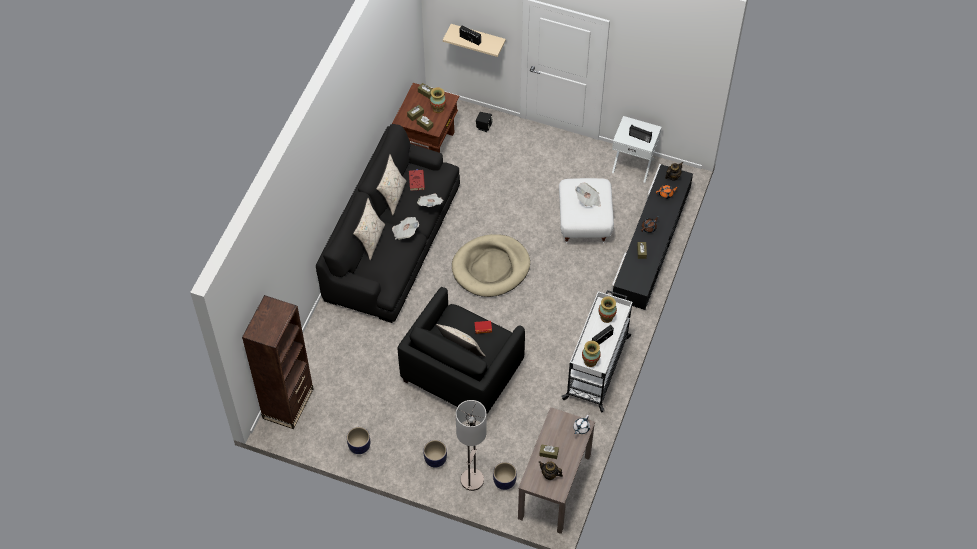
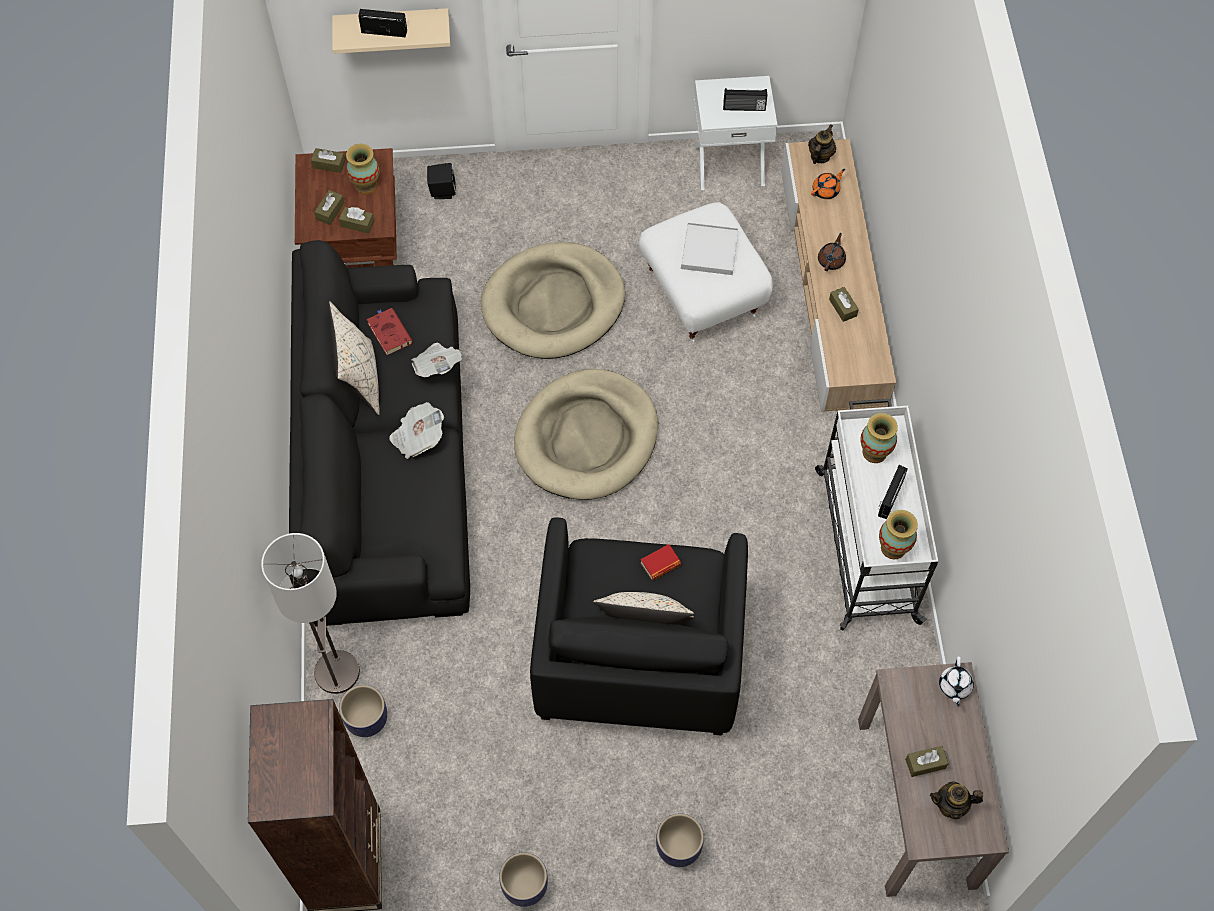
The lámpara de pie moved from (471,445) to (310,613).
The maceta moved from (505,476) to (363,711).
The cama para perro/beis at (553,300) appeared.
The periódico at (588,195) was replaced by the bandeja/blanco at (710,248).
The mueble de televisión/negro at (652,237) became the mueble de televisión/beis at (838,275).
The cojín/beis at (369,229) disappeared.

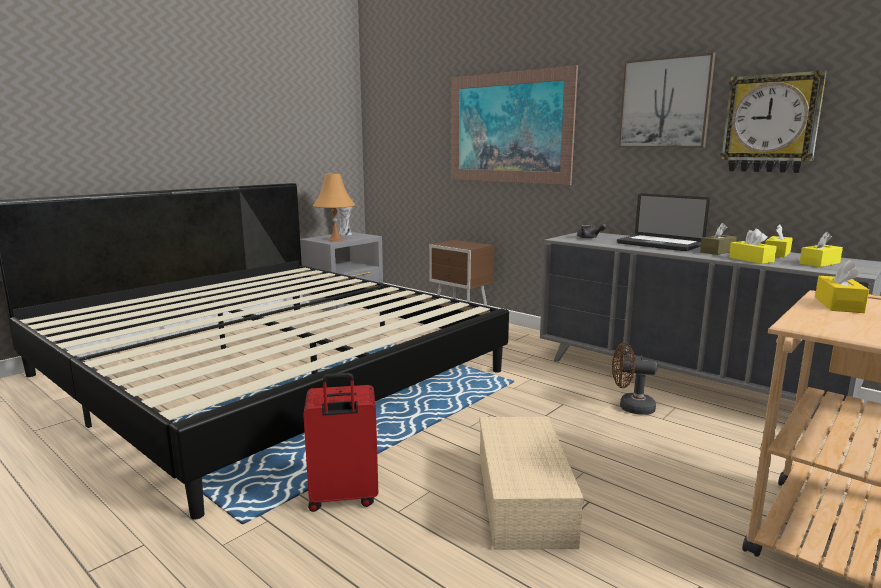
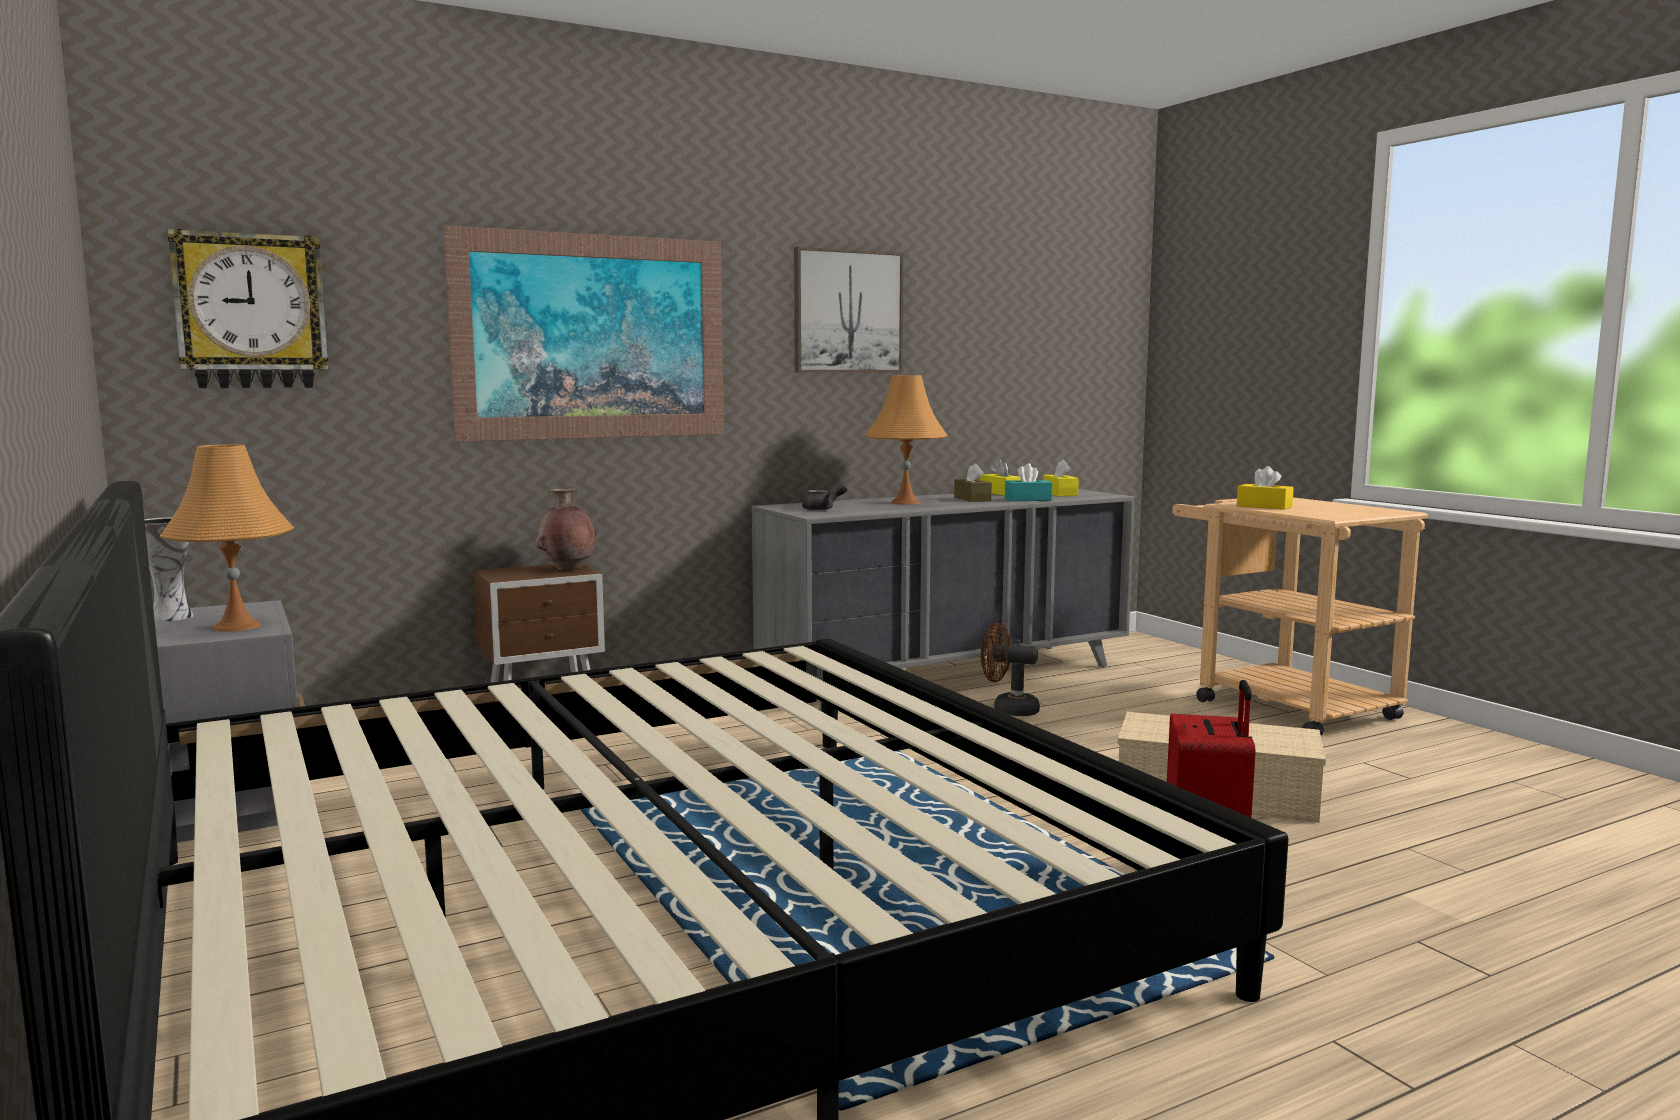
The reloj de pared moved from (773,121) to (248,308).
The florero/marrón at (566,529) appeared.
The portátil at (663,222) was replaced by the lámpara de mesa/naranja at (906,440).
The ventilador/marrón at (634,379) turned 75 degrees clockwise.
The caja de pañuelos/amarillo at (753,246) became the caja de pañuelos/turquesa at (1028,482).

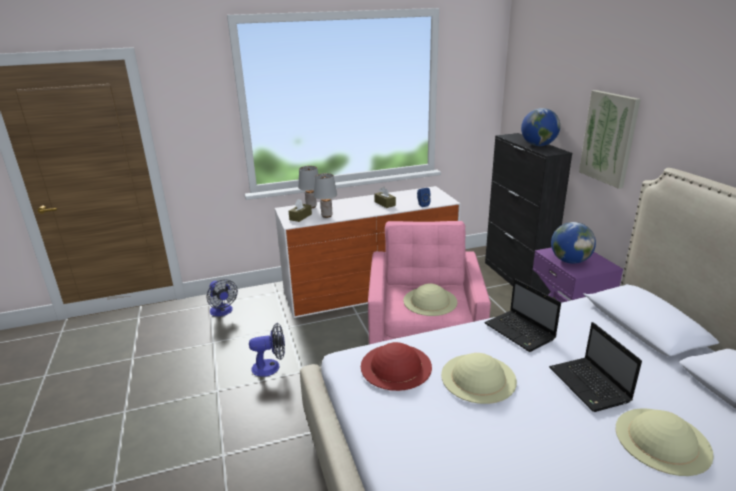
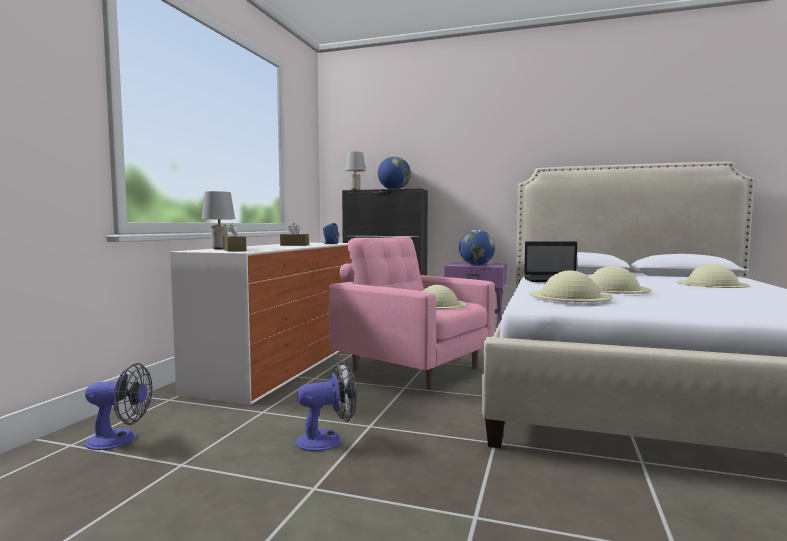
The ventilador at (267,350) turned 45 degrees clockwise.
The lámpara de mesa/gris moved from (325,195) to (355,171).
The sombrero/rojo at (396,366) became the sombrero/beis at (571,286).
The portátil at (595,367) disappeared.
The cuadro at (610,139) disappeared.

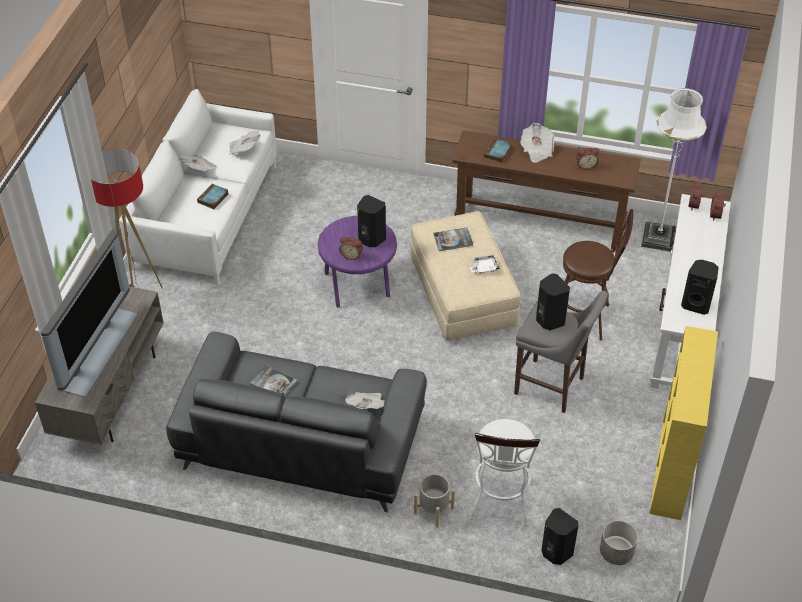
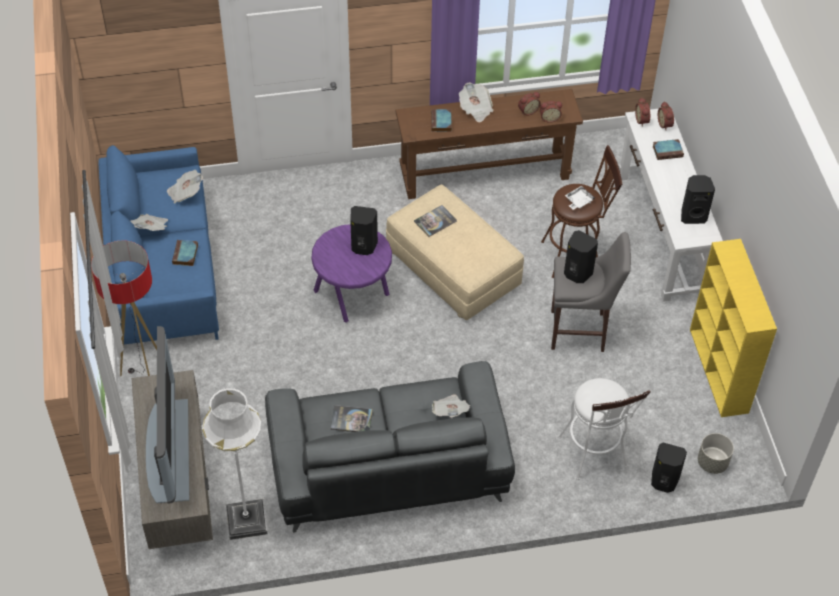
The sofá/blanco at (198,187) became the sofá/azul at (158,244).
The lámpara de pie/blanco moved from (674,170) to (235,464).
The despertador moved from (351,248) to (551,112).
The bandeja/blanco moved from (485,264) to (580,198).
The libro at (668,149) appeared.
The maceta/gris at (434,501) disappeared.

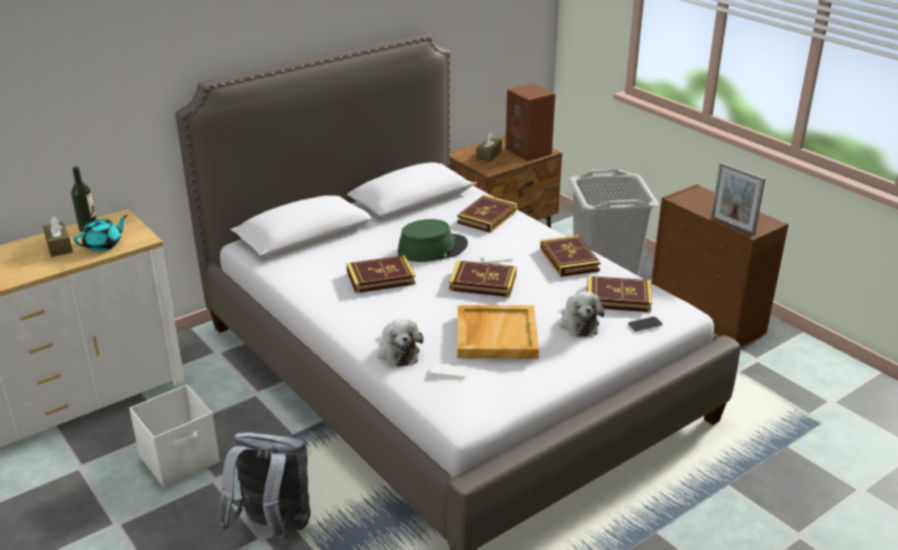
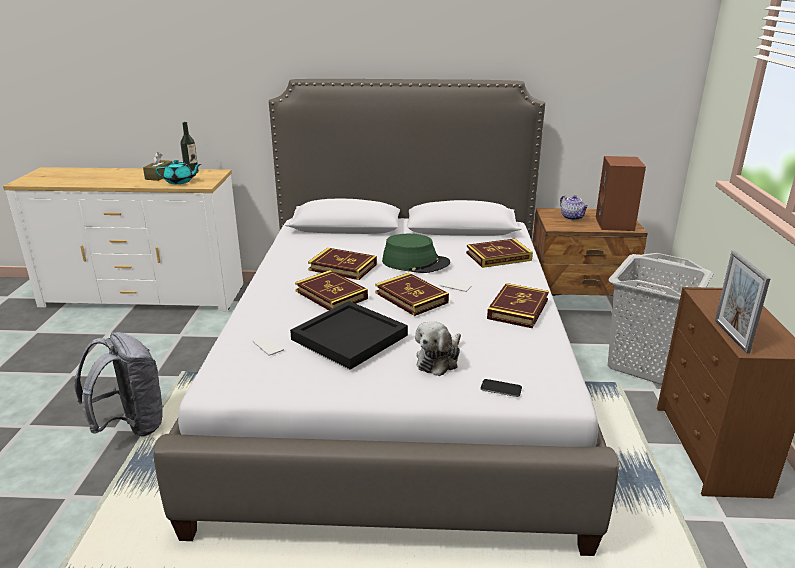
The bandeja/beis at (498,332) became the bandeja/negro at (349,335).
The libro moved from (619,294) to (331,290).
The caja de pañuelos/marrón at (489,147) was replaced by the tetera at (574,207).
The caja de almacenaje/blanco at (174,436) disappeared.
The peluche at (400,343) disappeared.

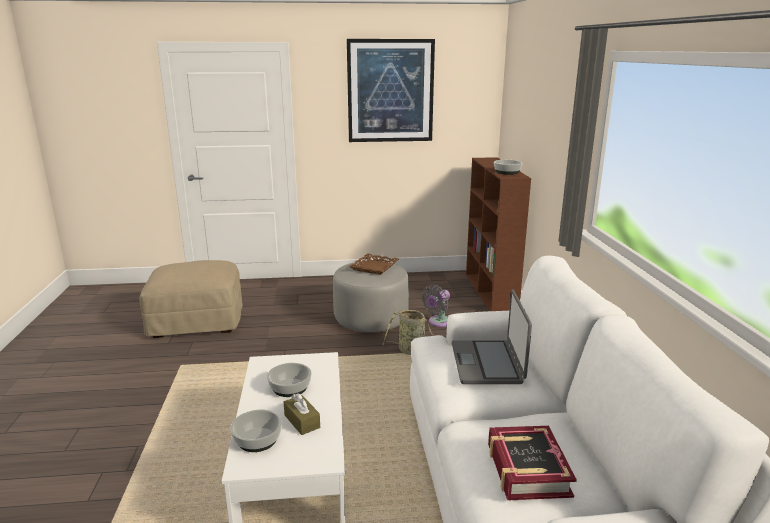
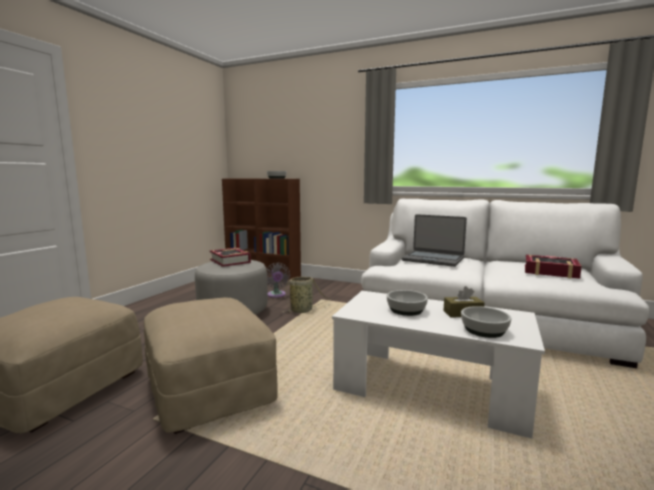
The puf/beis at (211,366) appeared.
The bandeja/marrón at (374,264) was replaced by the libro at (230,257).
The cuadro at (391,90) disappeared.

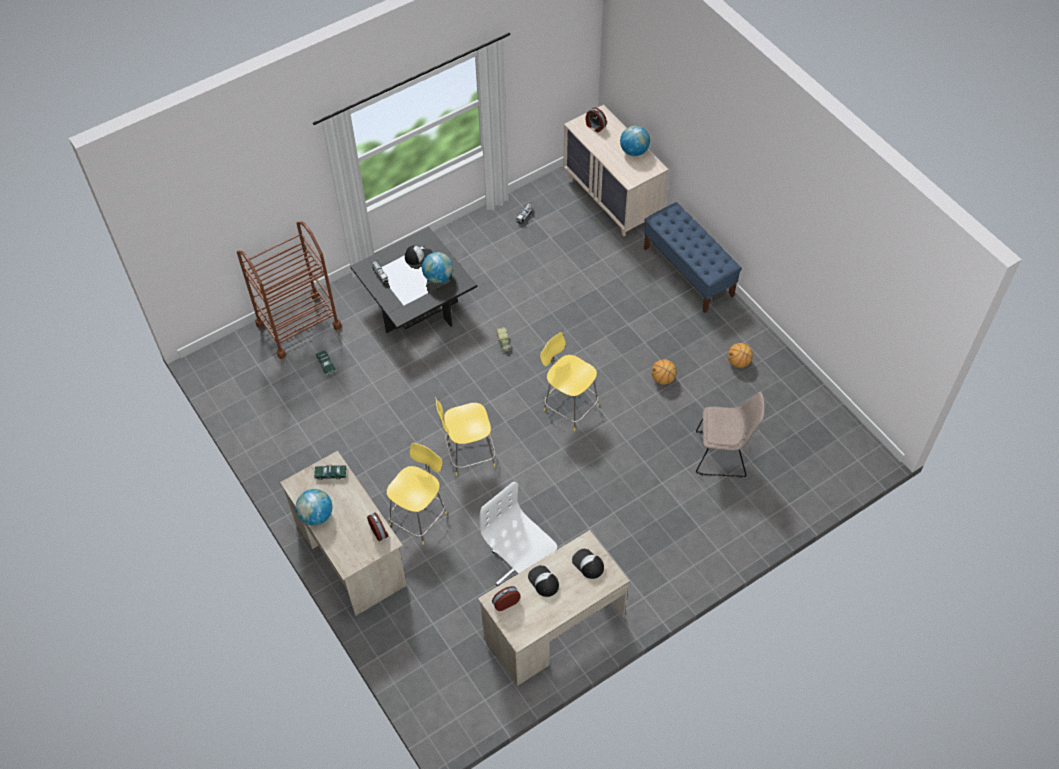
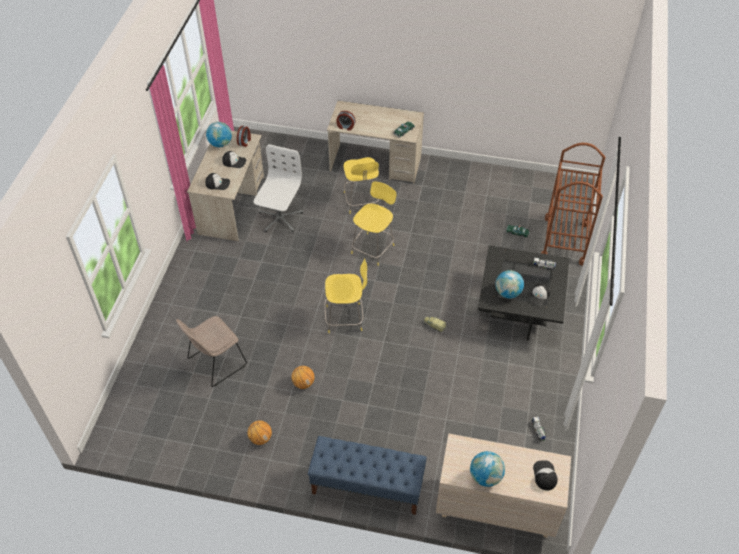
The globo terráqueo moved from (314,507) to (219,134).
The silla de oficina/blanco at (518,534) turned 75 degrees counterclockwise.
The despertador at (596,120) was replaced by the gorra at (545,475).

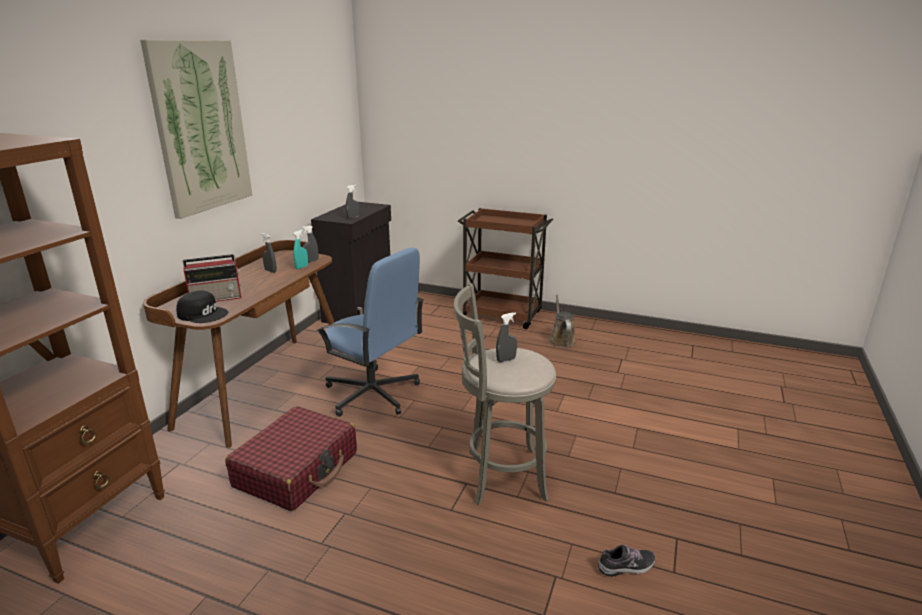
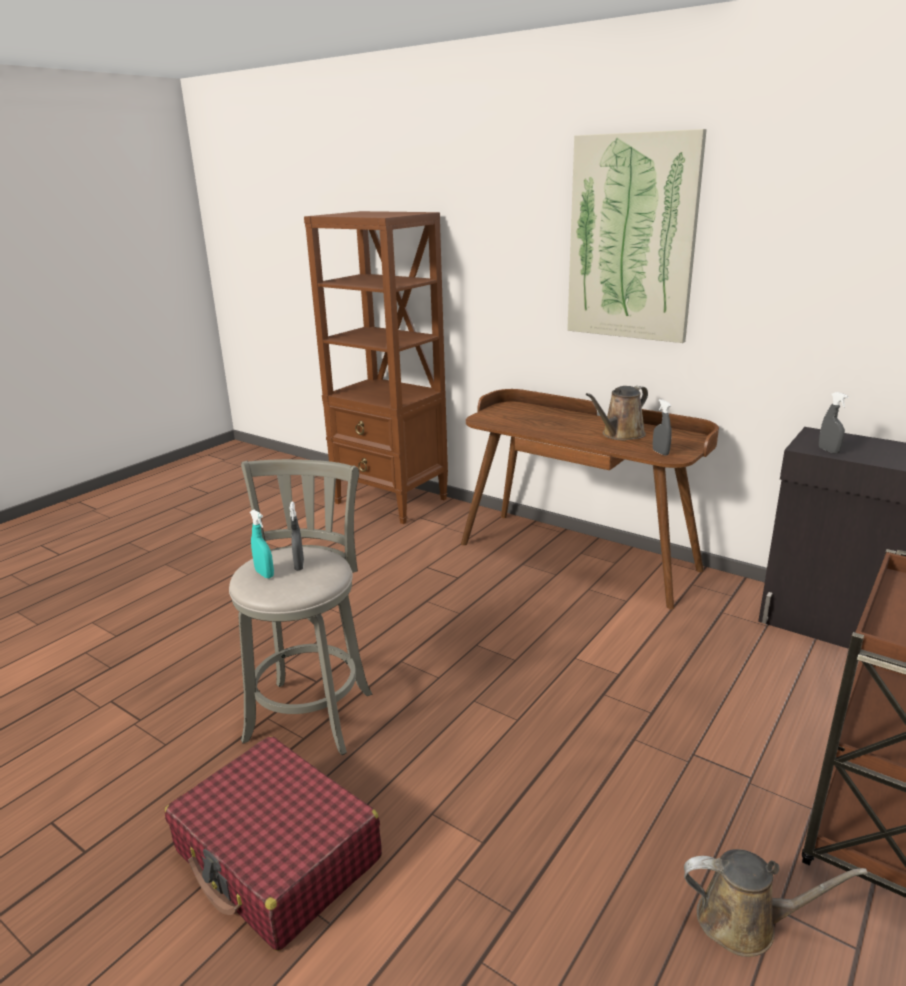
The maleta/rojo moved from (291,458) to (273,843).
The pulverizador/turquesa moved from (300,249) to (262,544).
The pulverizador/gris at (269,253) was replaced by the regadera/marrón at (617,413).
The gorra/negro at (202,306) disappeared.
The radio at (211,278) disappeared.
The silla de oficina/azul at (370,332) disappeared.
The zapato at (626,561) disappeared.

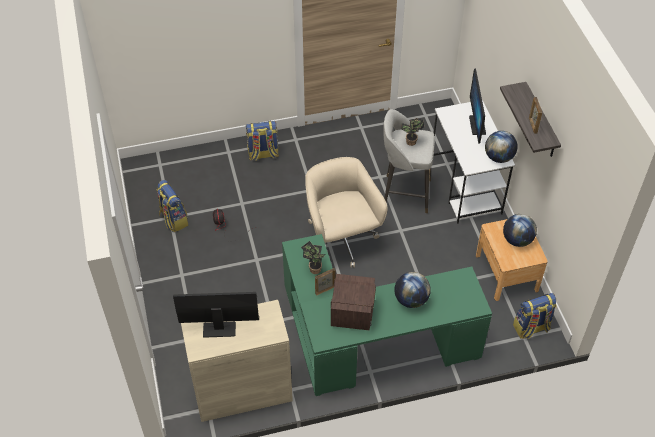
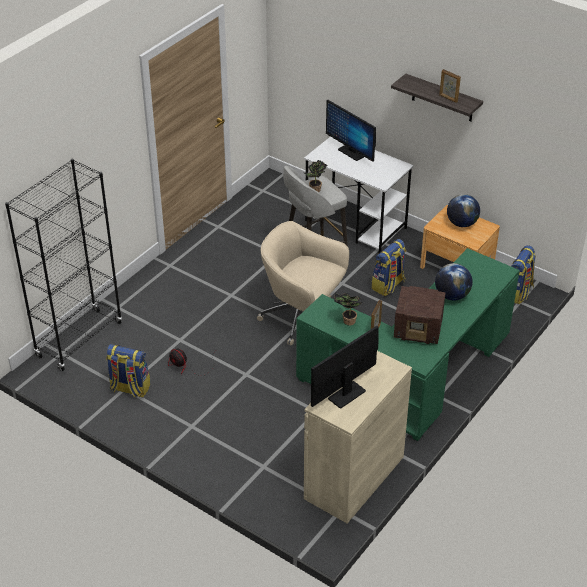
The estantería/negro at (63,265) appeared.
The mochila moved from (262,141) to (388,267).
The radio at (353,302) turned 135 degrees clockwise.
The globo terráqueo at (501,147) disappeared.

